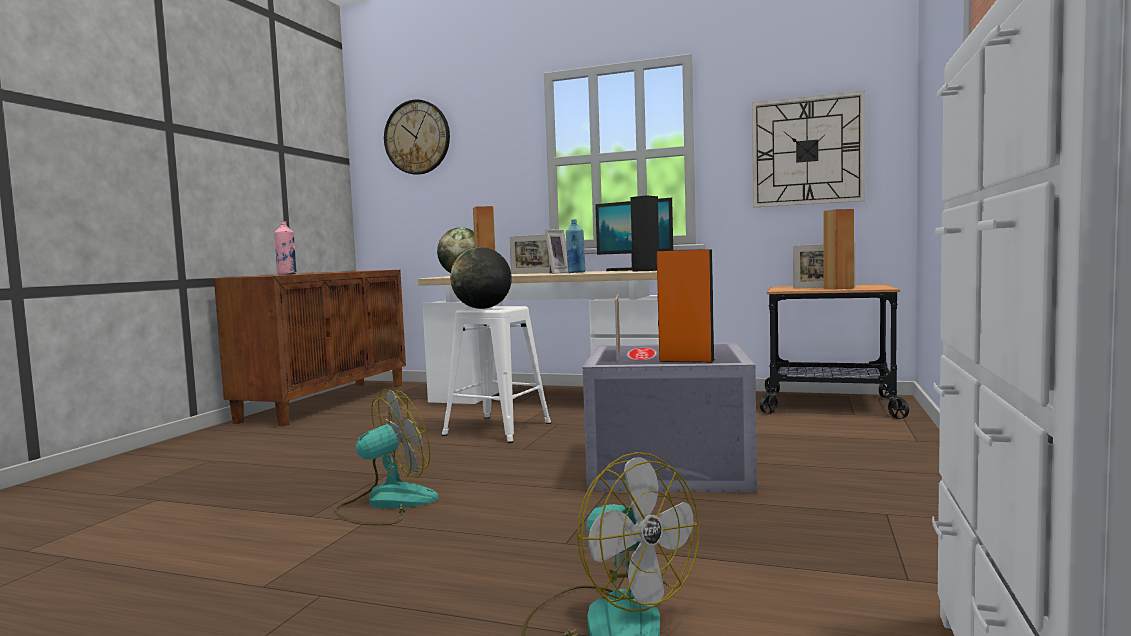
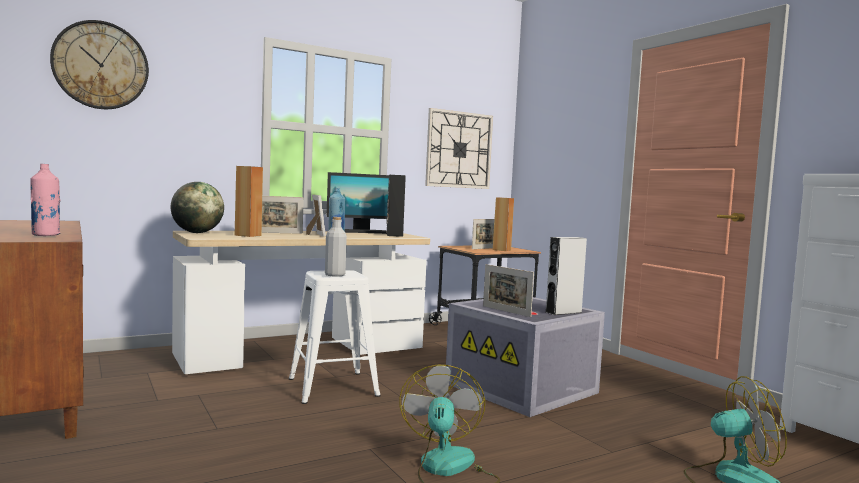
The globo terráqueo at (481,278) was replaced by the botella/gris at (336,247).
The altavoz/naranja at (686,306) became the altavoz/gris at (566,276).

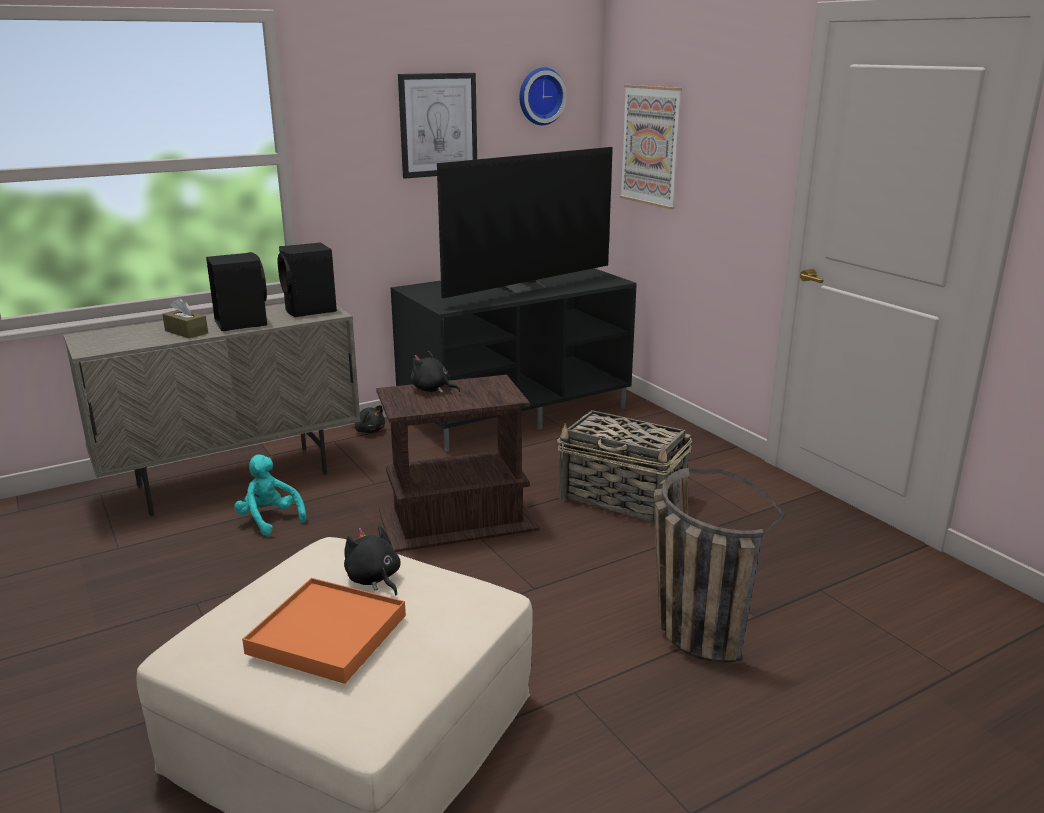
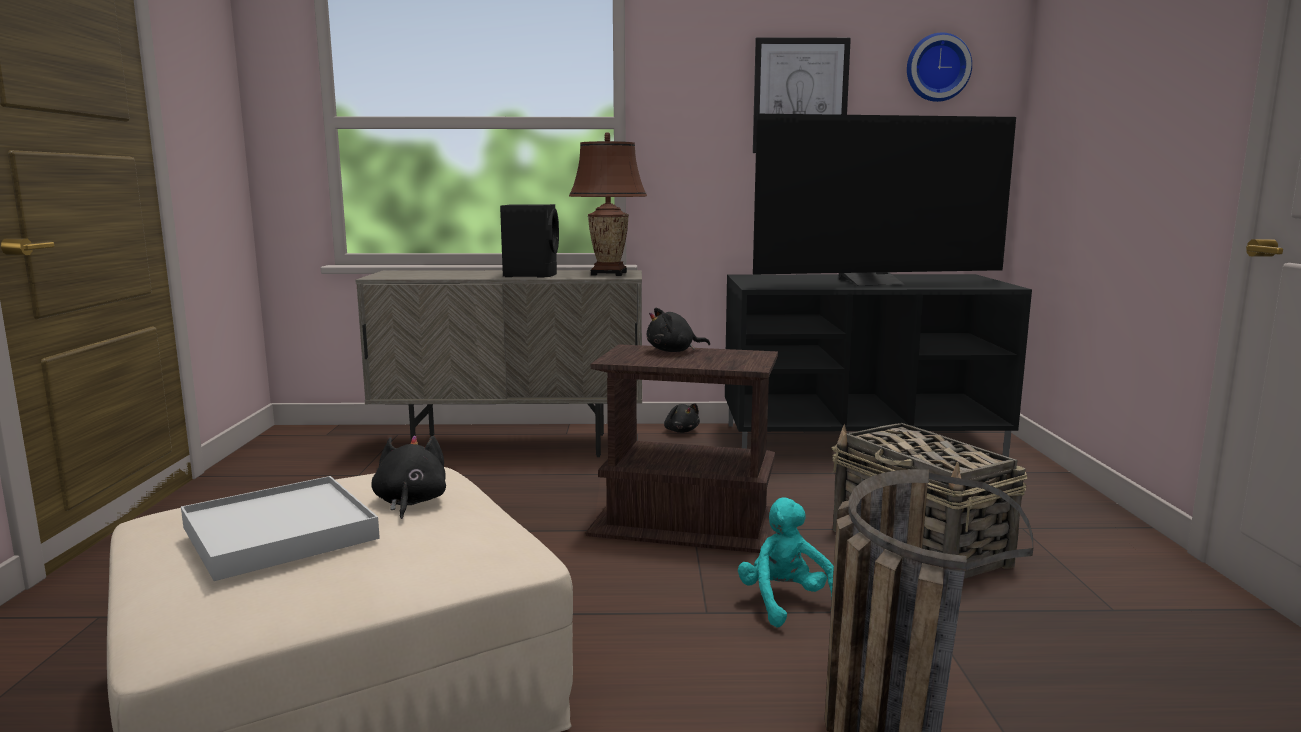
The bandeja/naranja at (324,631) became the bandeja/blanco at (280,528).
The altavoz/negro at (307,279) was replaced by the lámpara de mesa/marrón at (608,204).
The peluche/negro at (435,372) turned 75 degrees counterclockwise.
The peluche/turquesa moved from (270,495) to (786,563).
The caja de pañuelos/marrón at (185,318) disappeared.
The cuadro at (650,147) disappeared.

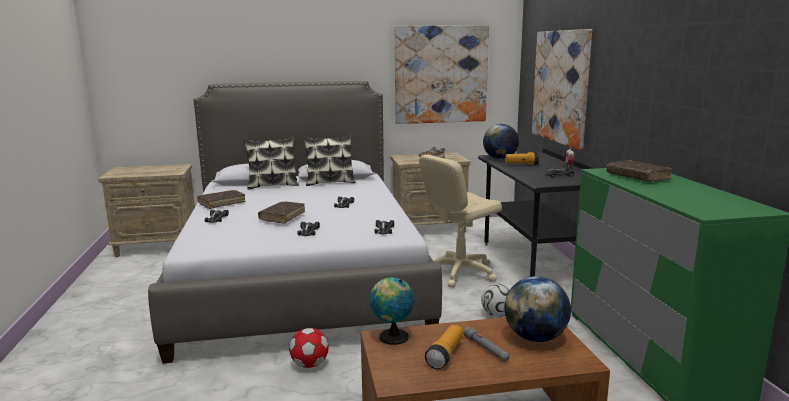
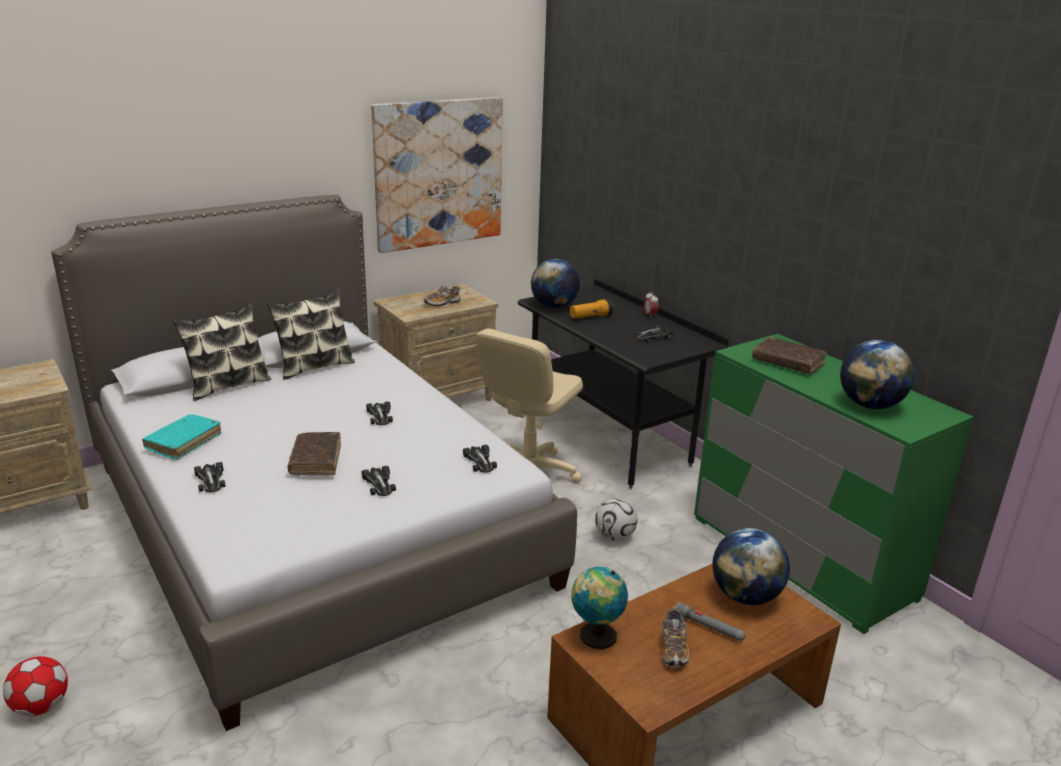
The balón de fútbol moved from (309,348) to (35,686).
The libro/marrón at (221,199) became the libro/turquesa at (181,437).
The linterna at (444,347) was replaced by the zapato at (676,637).
The globo terráqueo at (877,374) appeared.
The cuadro at (562,89) disappeared.

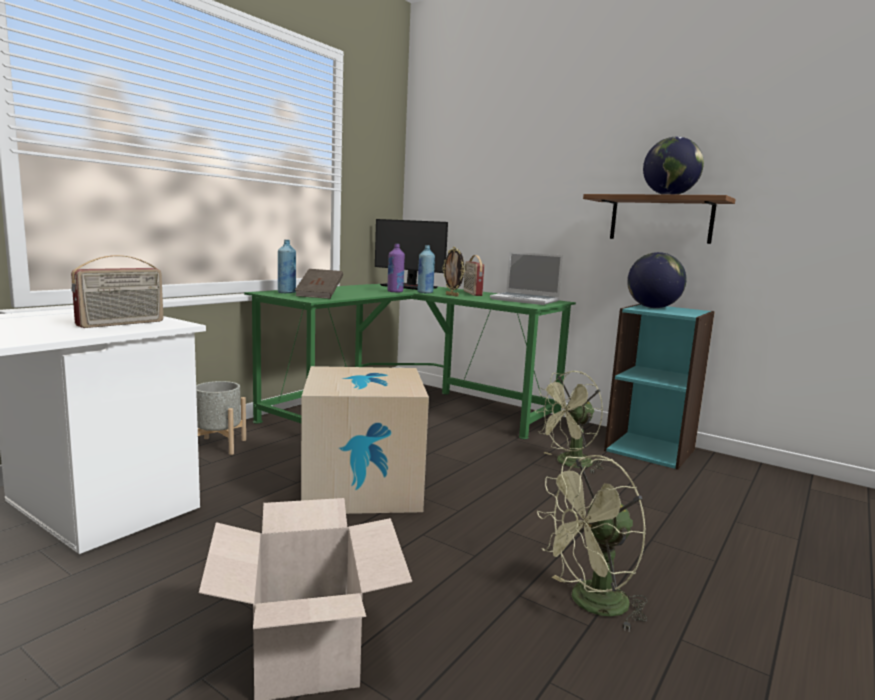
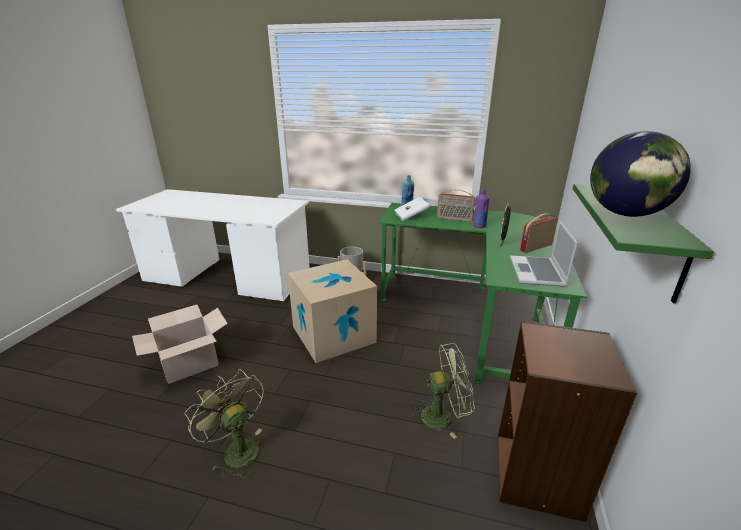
The libro/marrón at (319,284) became the libro/blanco at (412,209).
The ventilador/verde at (569,422) turned 135 degrees clockwise.
The radio moved from (117,291) to (456,205).
The estantería/turquesa at (659,387) became the estantería/marrón at (567,421).
The estante/marrón at (659,219) became the estante/verde at (643,243).
The monitor at (411,254) disappeared.
The botella/azul at (426,269) disappeared.
The globo terráqueo at (657,280) disappeared.

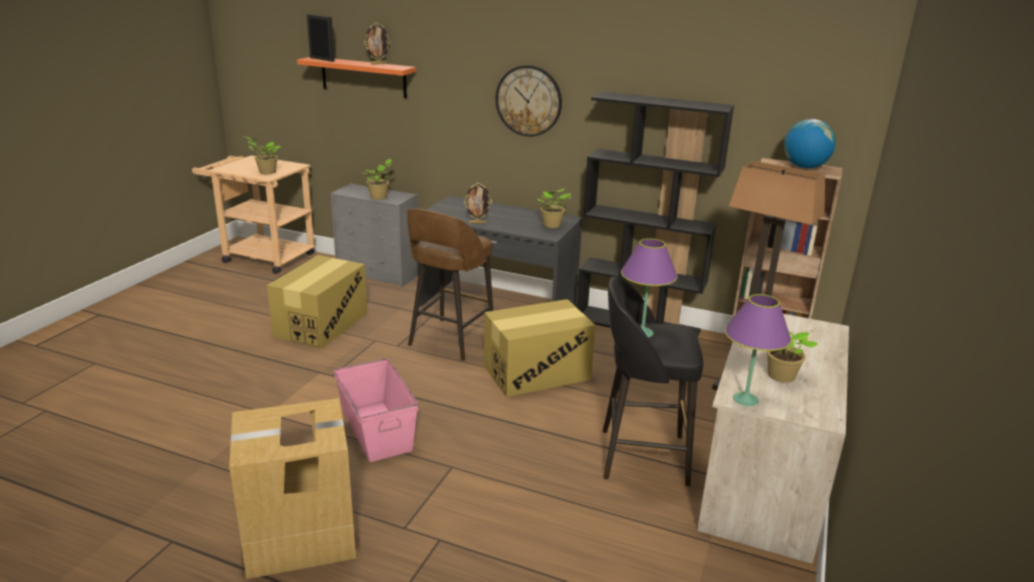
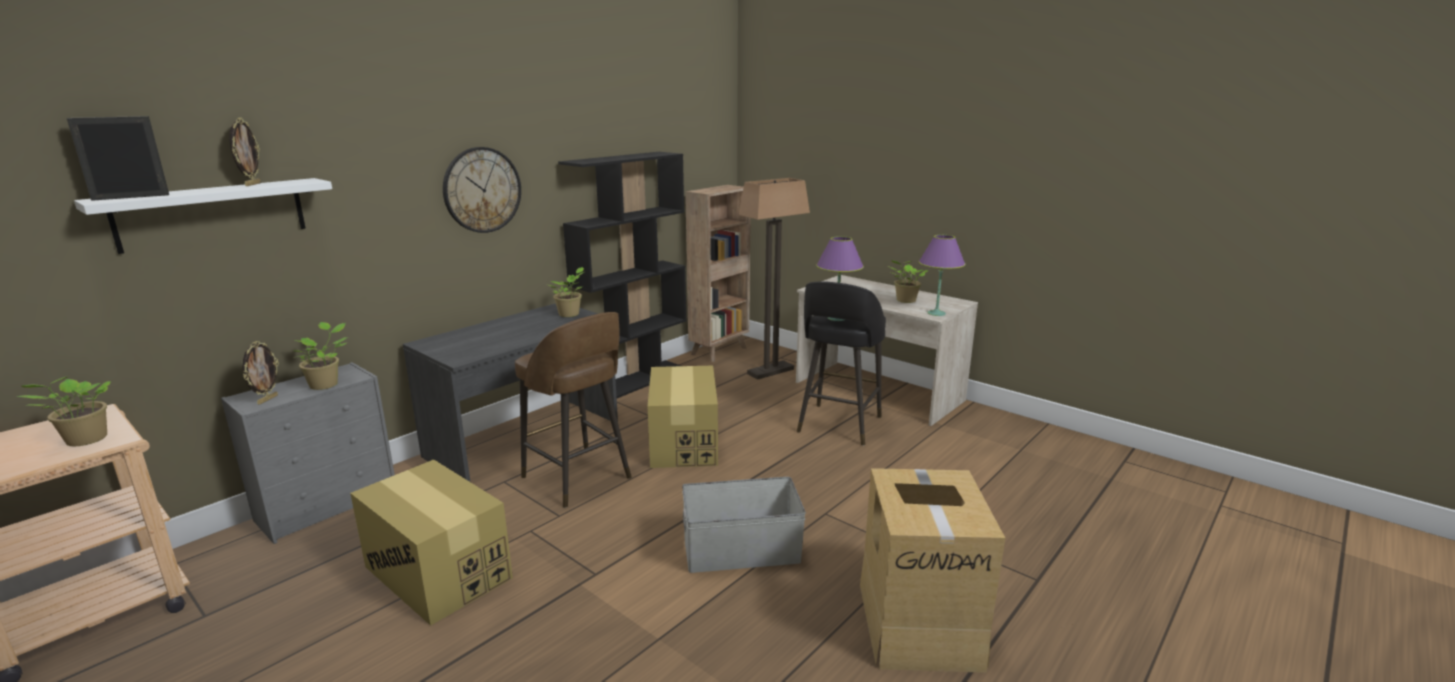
The estante/naranja at (356,77) became the estante/blanco at (203,216).
The portarretratos moved from (478,203) to (261,373).
The caja de almacenaje/rosa at (376,410) became the caja de almacenaje/gris at (744,525).
The globo terráqueo at (810,143) disappeared.

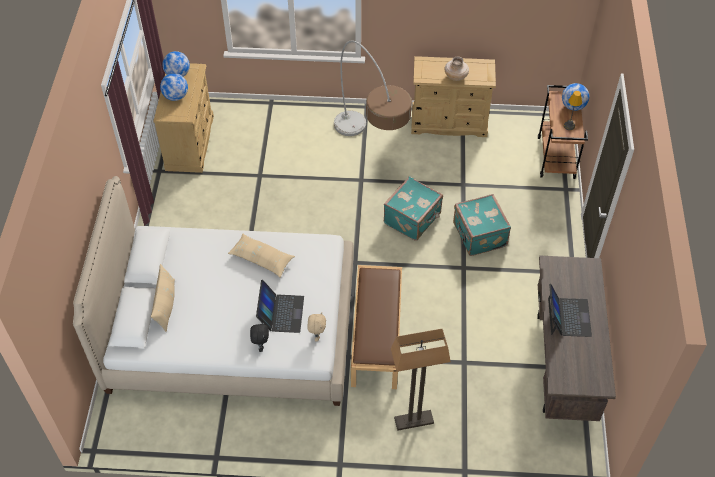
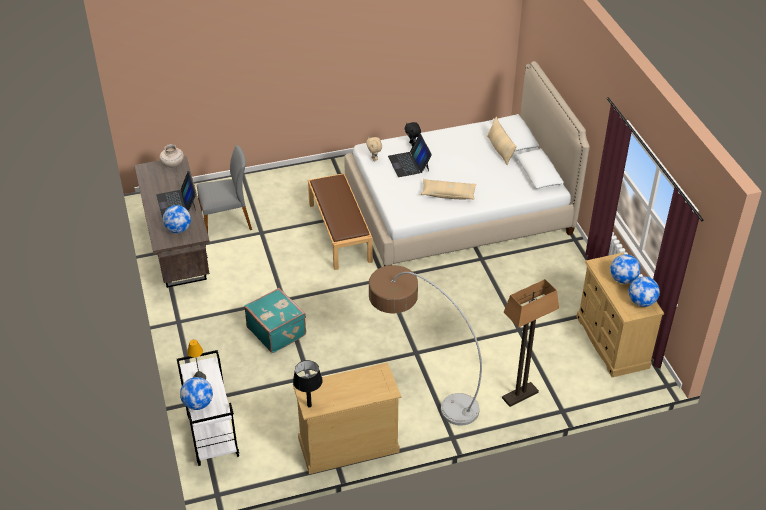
The florero/beis moved from (456,69) to (172,156).
The globo terráqueo at (177,219) appeared.
The carrito/marrón at (563,132) became the carrito/blanco at (208,408).
The silla/gris at (224,189) appeared.
The lámpara de mesa/negro at (308,384) appeared.
The lámpara de pie moved from (421,380) to (530,343).
The maleta/turquesa at (413,208) disappeared.

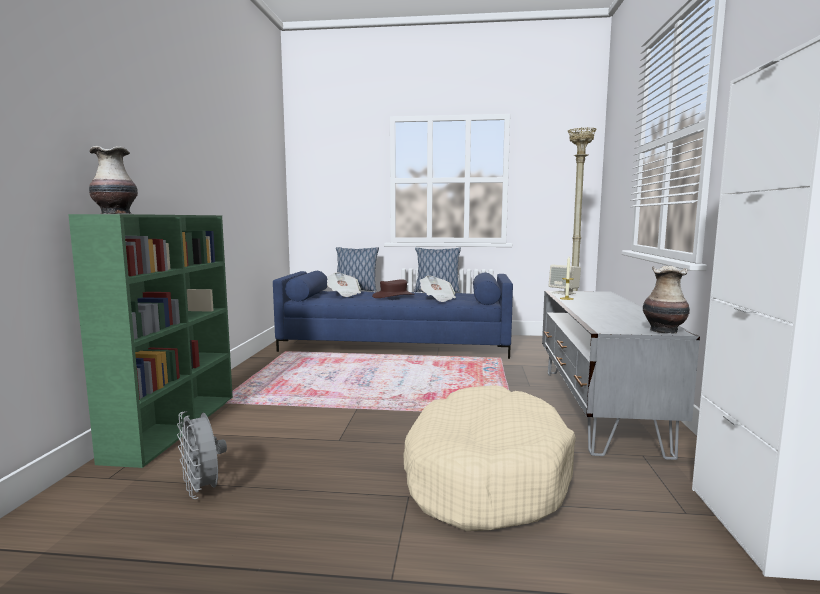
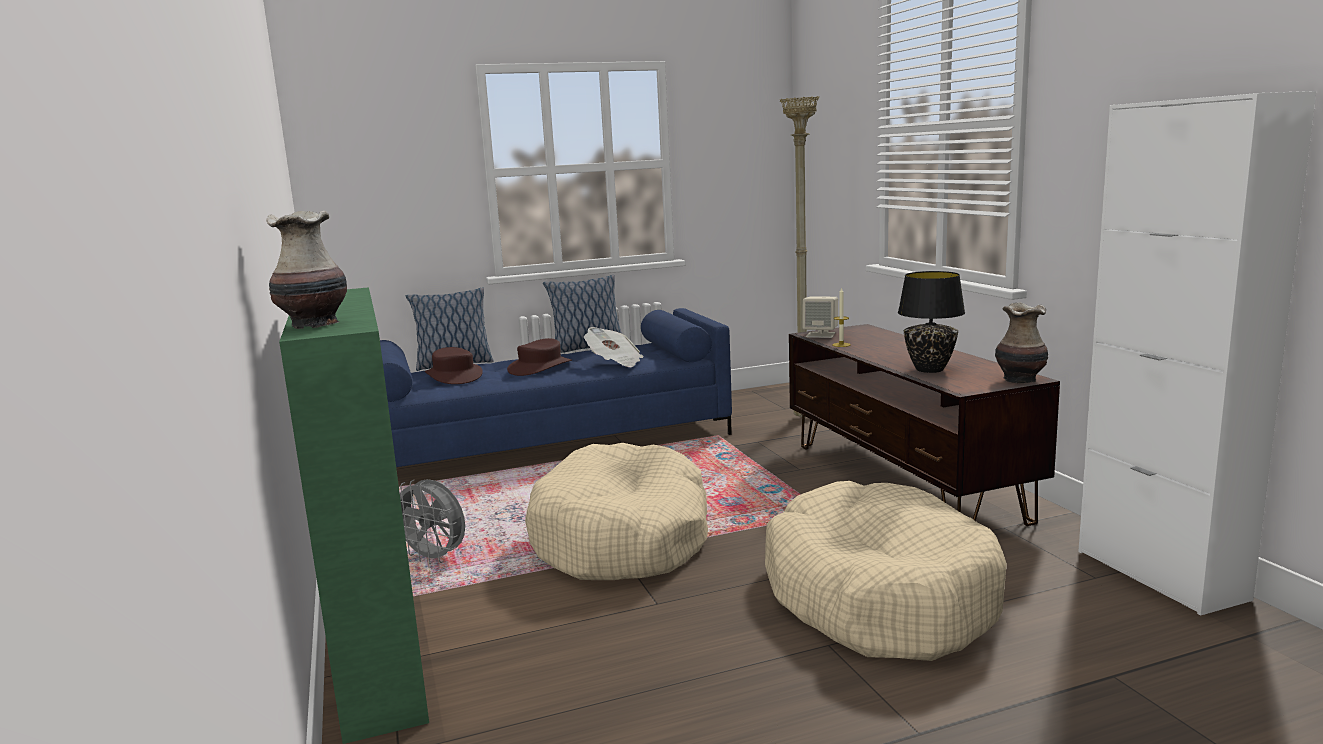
The ventilador/gris moved from (202,455) to (432,521).
The periódico at (344,285) was replaced by the sombrero/marrón at (454,365).
The cama para perro/beis at (616,511) appeared.
The mueble de televisión/gris at (621,375) became the mueble de televisión/marrón at (924,425).
The lámpara de mesa/negro at (931,322) appeared.

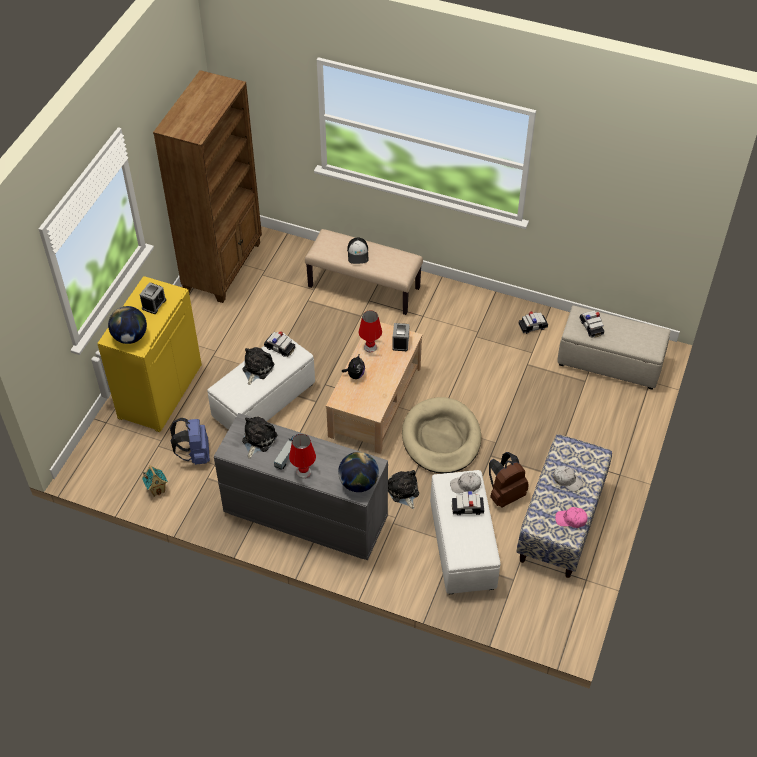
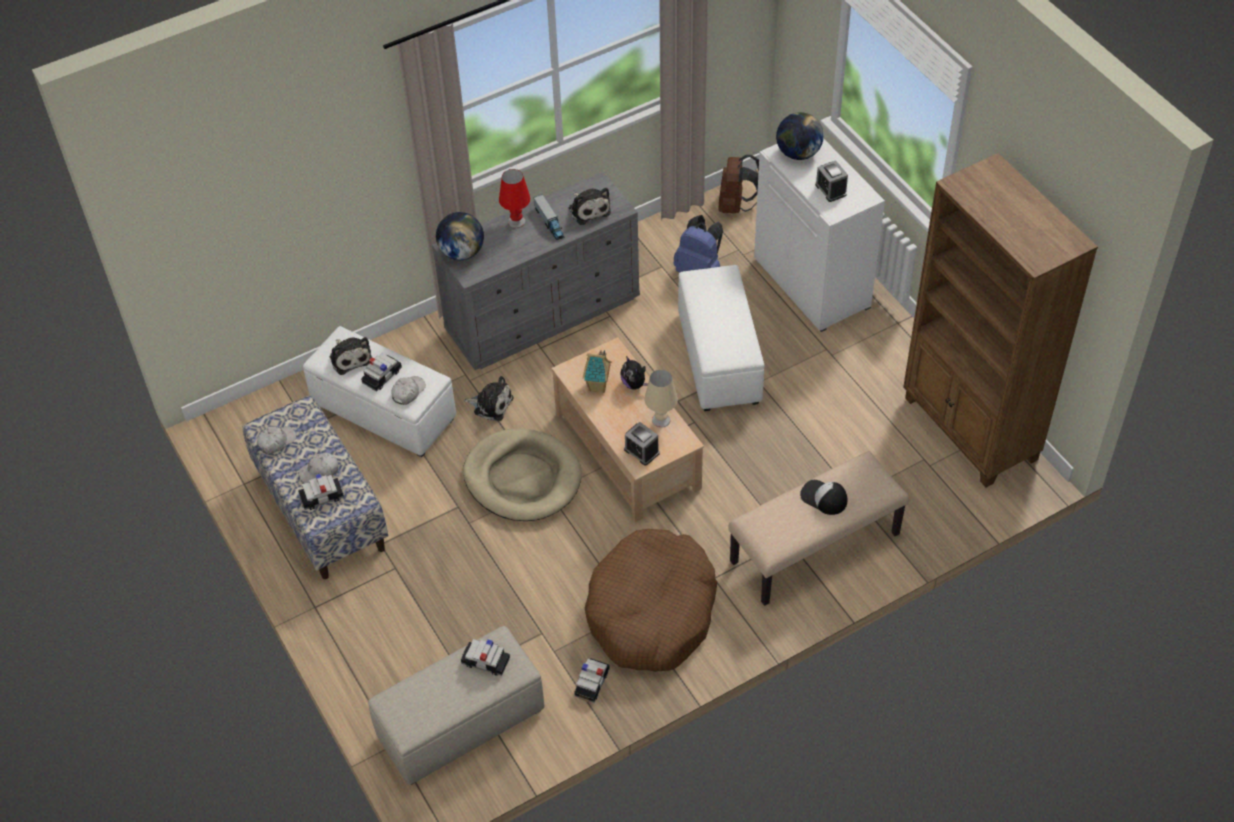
The gorra/rosa at (571,517) became the gorra/blanco at (276,440).
The coche de juguete moved from (279,344) to (321,492).
The peluche moved from (258,366) to (351,356).
The casita moved from (155,481) to (597,371).
The cama para perro/marrón at (651,600) appeared.
The lámpara de mesa/rojo at (370,331) became the lámpara de mesa/beis at (661,399).
The mochila/marrón moved from (509,480) to (738,184).
The armario/amarillo at (149,354) became the armario/blanco at (819,235).

